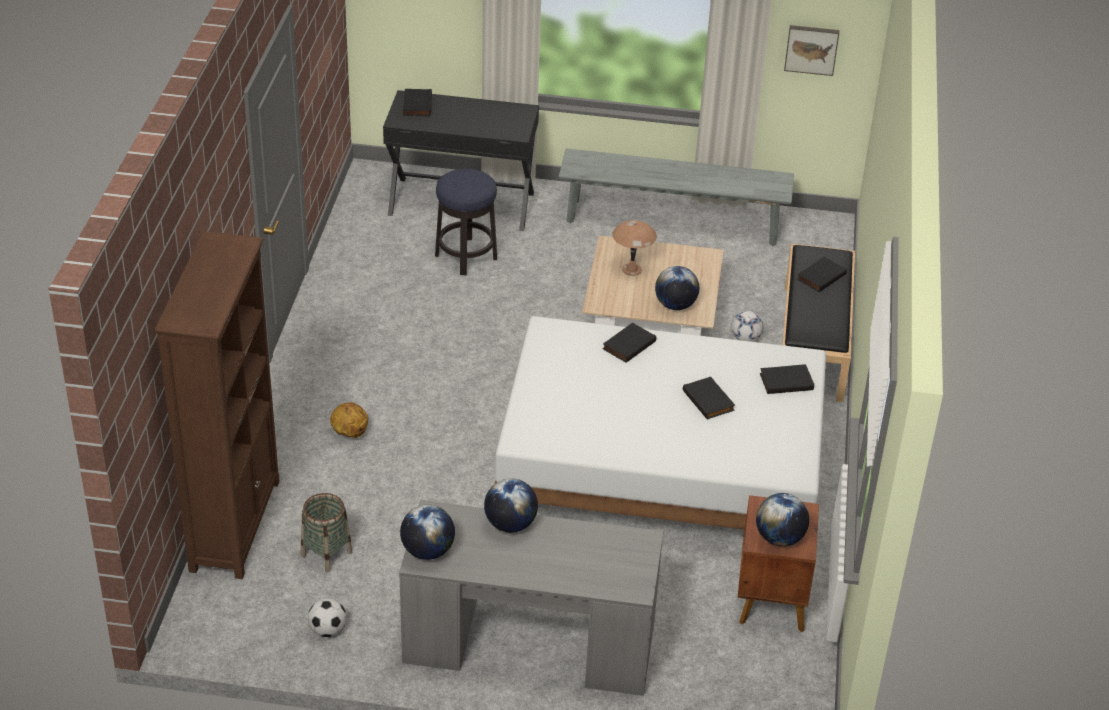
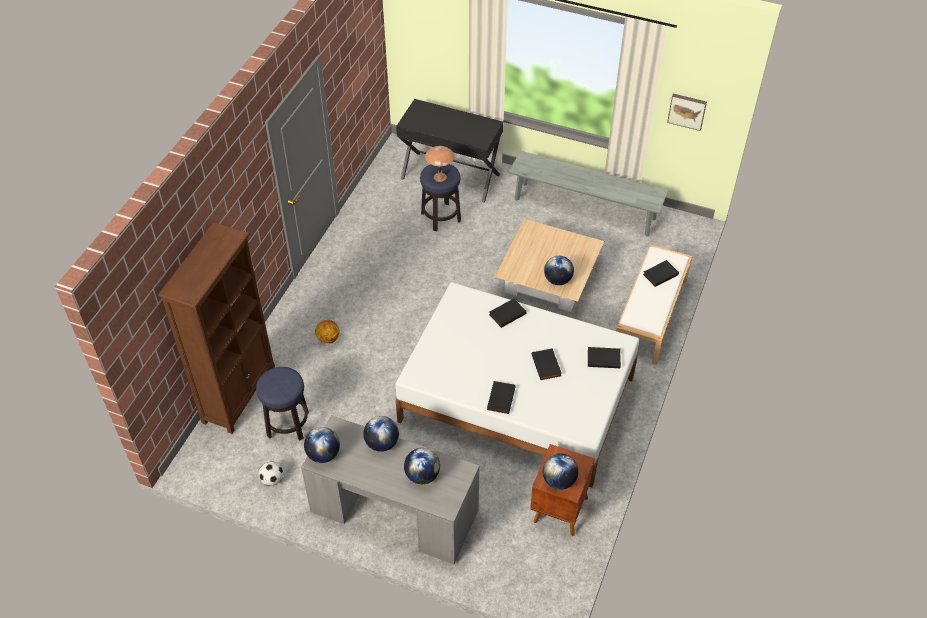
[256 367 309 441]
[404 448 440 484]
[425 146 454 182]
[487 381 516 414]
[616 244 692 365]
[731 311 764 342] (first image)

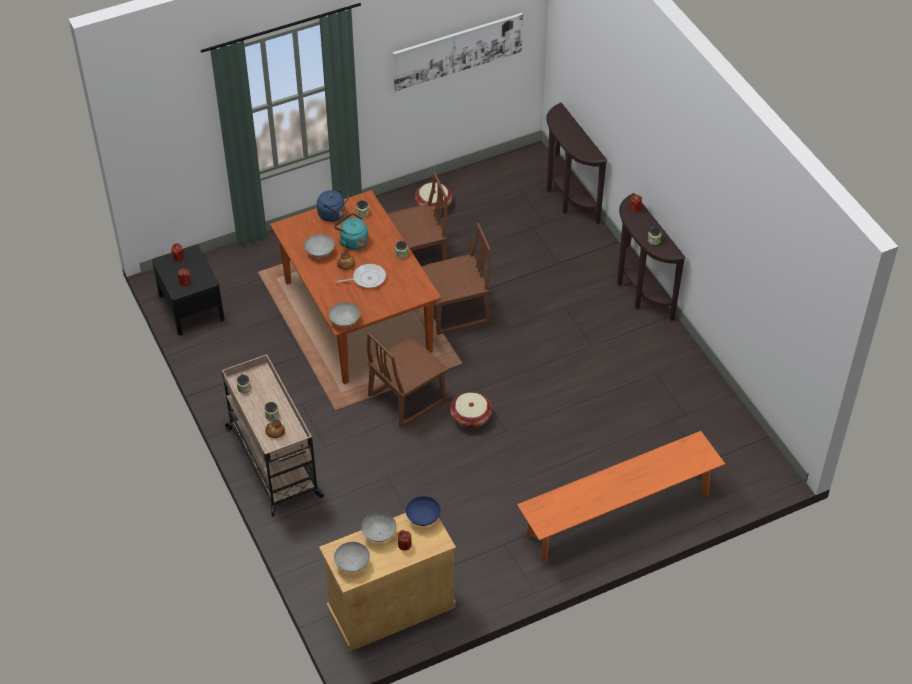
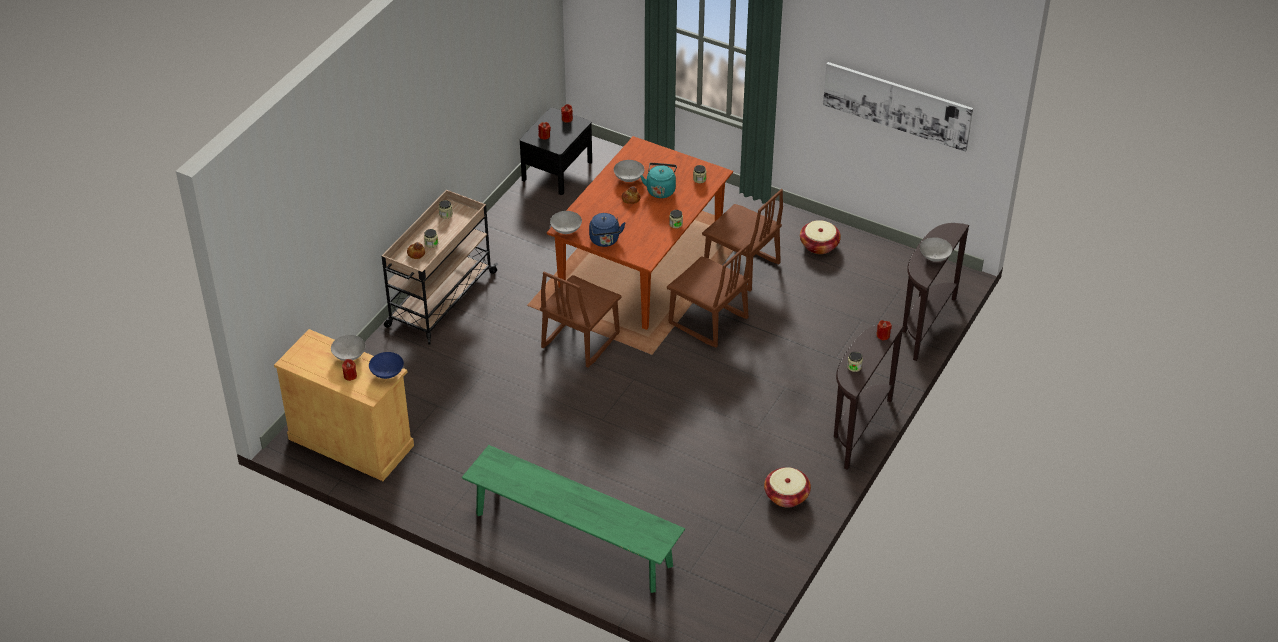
[462 445 685 593]
[540 272 622 367]
[589 213 625 247]
[764 467 811 507]
[920 237 952 262]
[335 264 386 288] (first image)

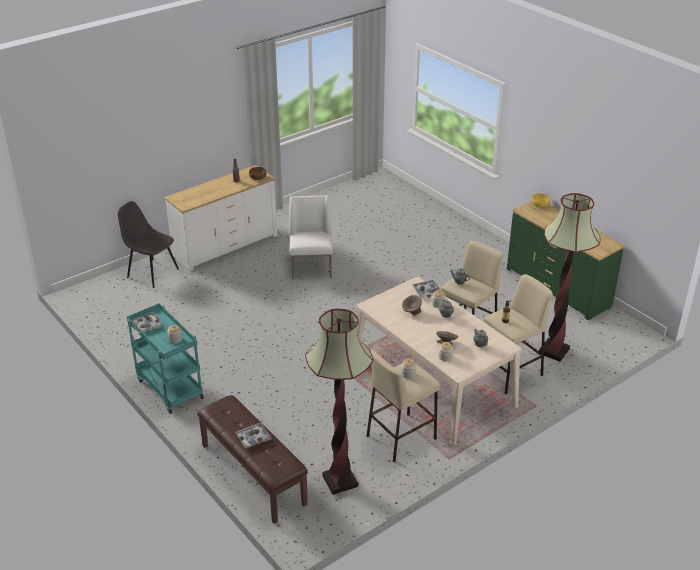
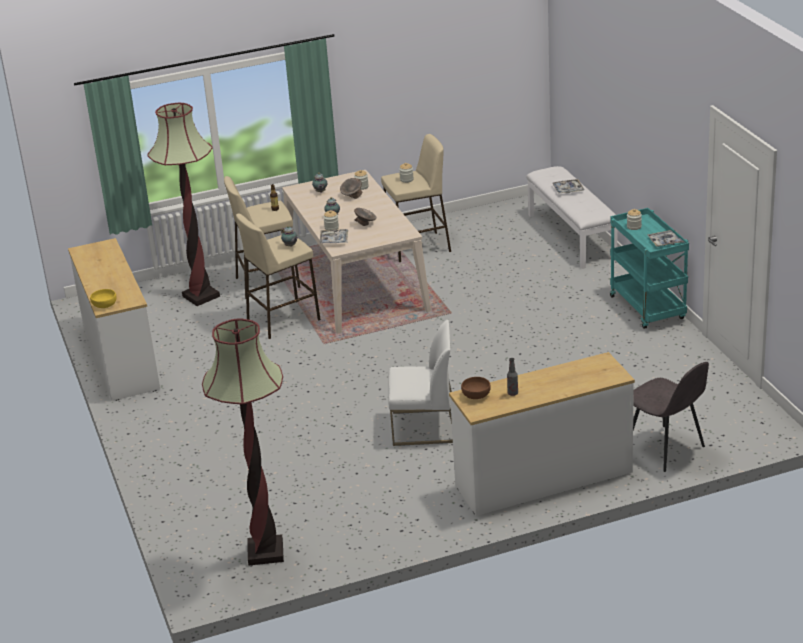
[68 238 160 401]
[202 319 284 566]
[388 319 453 446]
[526 166 617 269]

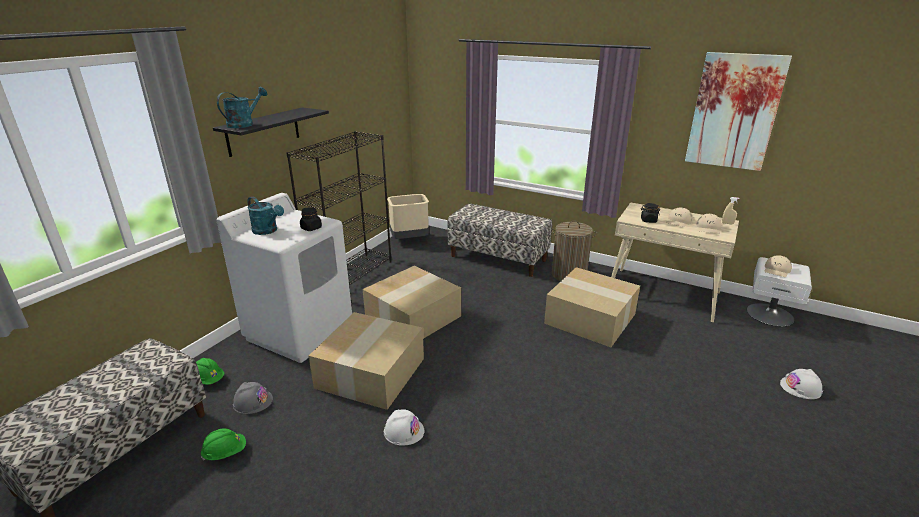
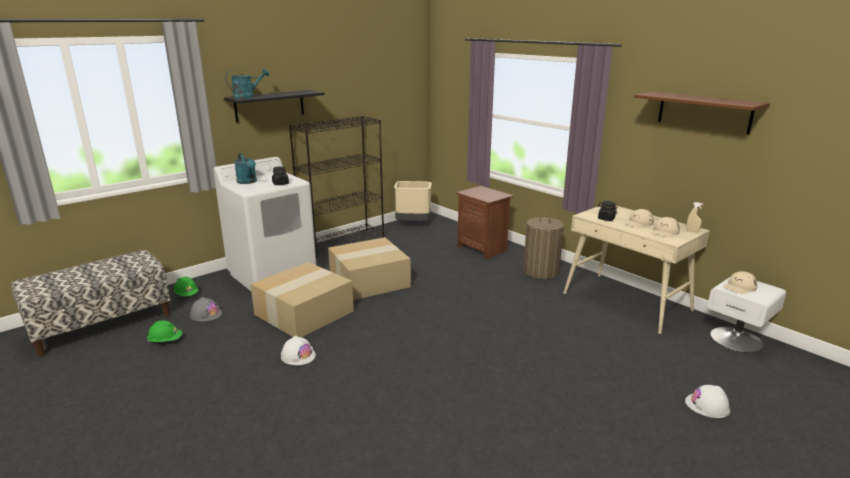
[456 186 514 259]
[634 92 770 134]
[544 267 640 347] (first image)

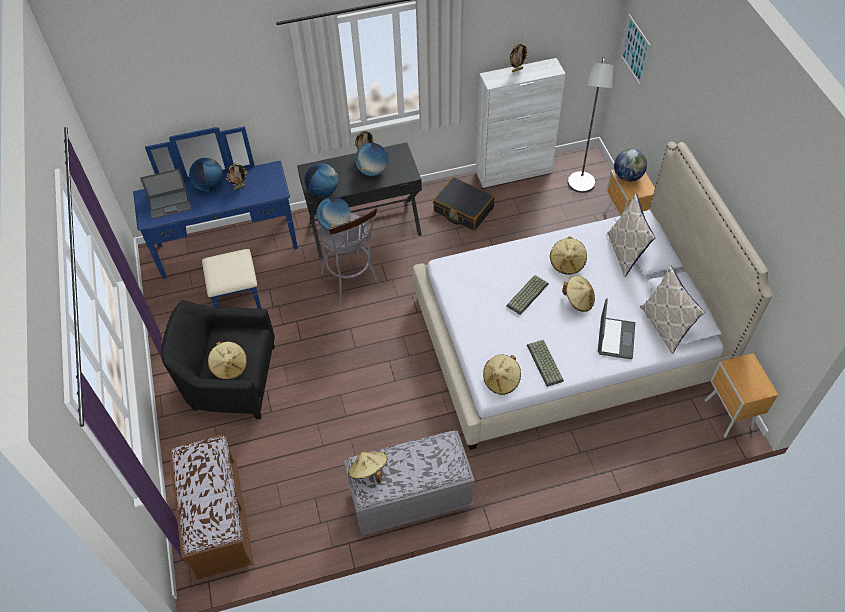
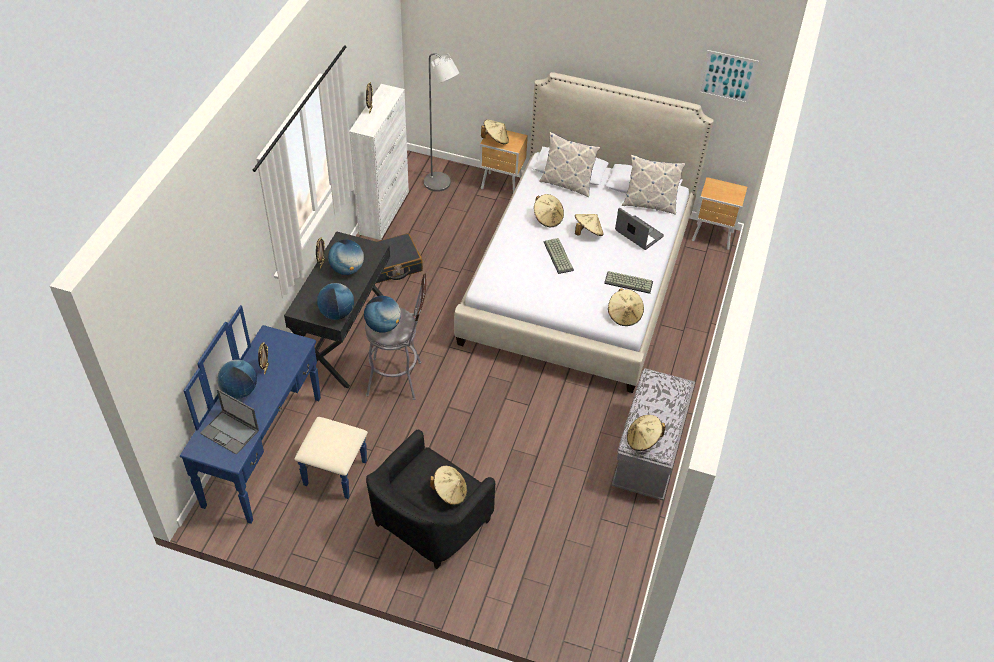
[200 389 259 455]
[481 119 509 144]
[698 50 759 104]
[169 434 253 580] (first image)

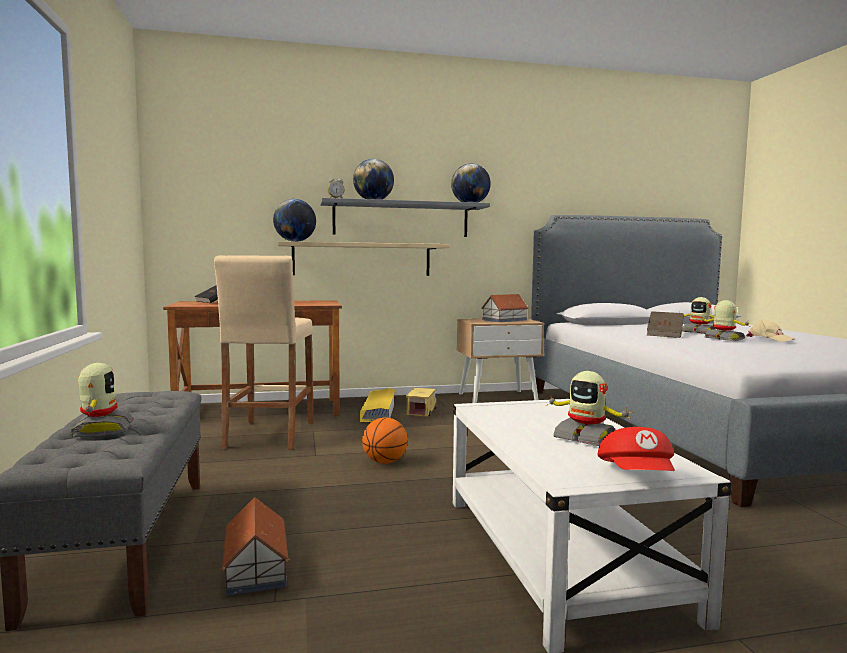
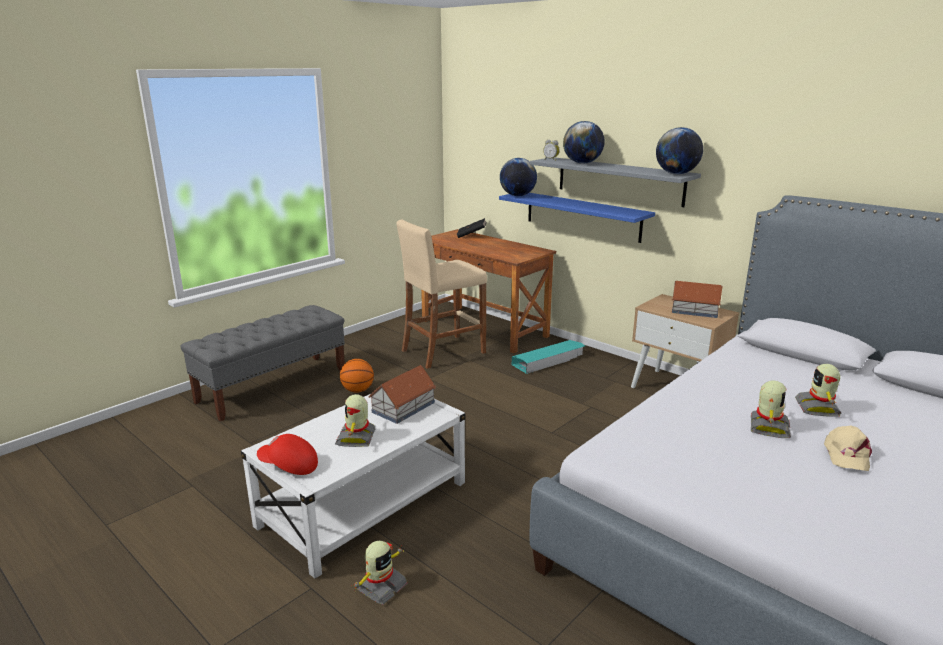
[257 434 318 475]
[340 359 374 393]
[353 541 408 605]
[369 365 436 424]
[499 193 655 243]
[512 340 585 374]
[406 388 437 416] (first image)
[647 311 684 338] (first image)

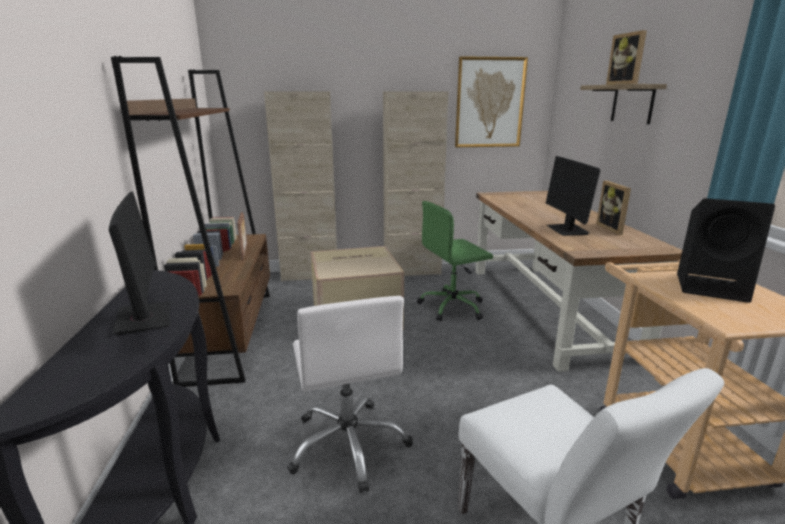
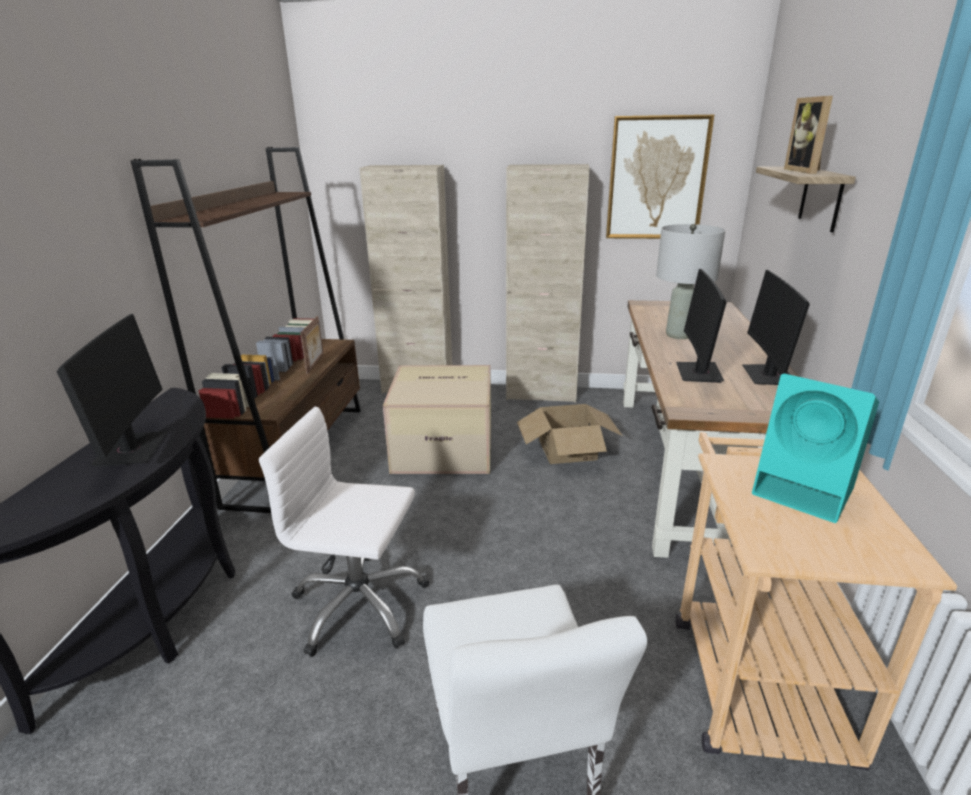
[259 407 430 657]
[517 404 623 464]
[656 224 725 339]
[742 270 810 385]
[752 374 879 523]

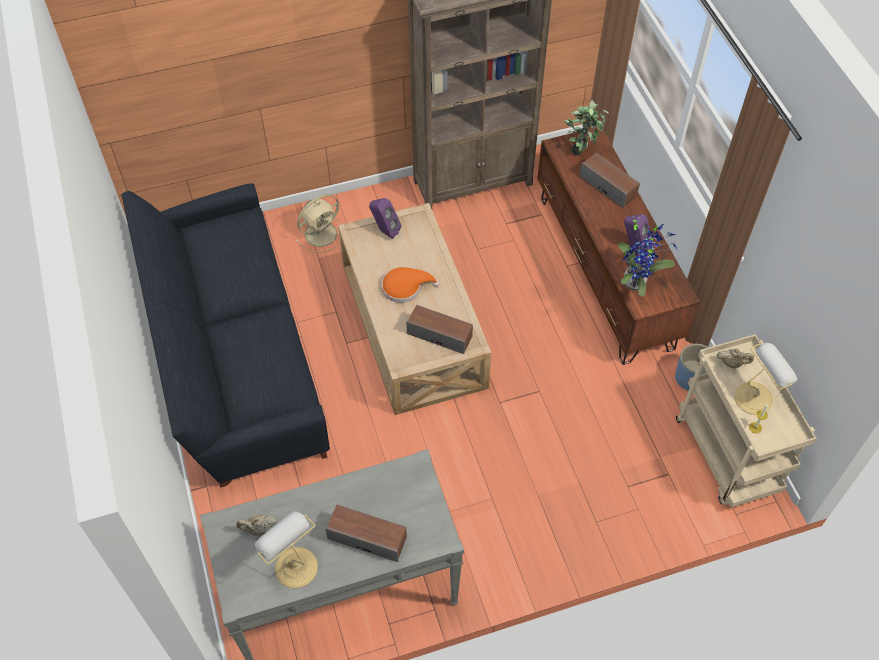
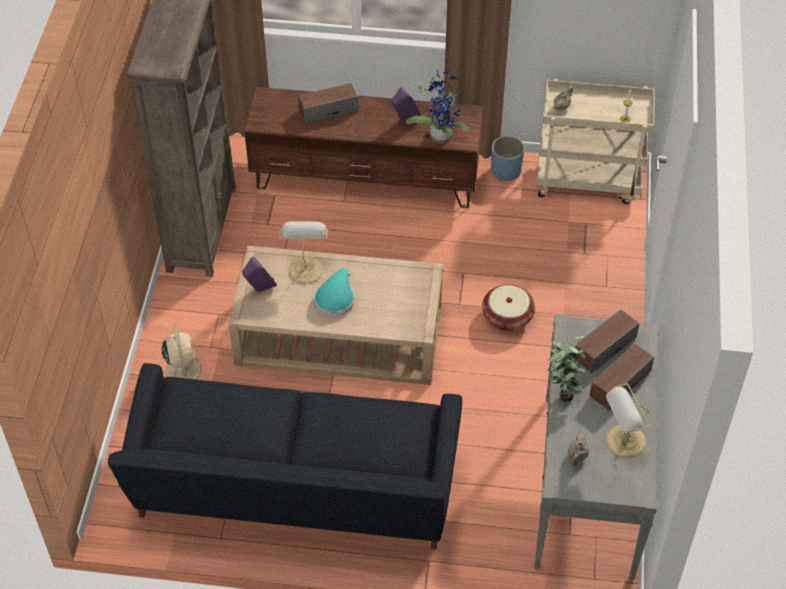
[279 221 328 284]
[315 268 354 316]
[482 285 535 331]
[547 336 587 402]
[575 309 640 373]

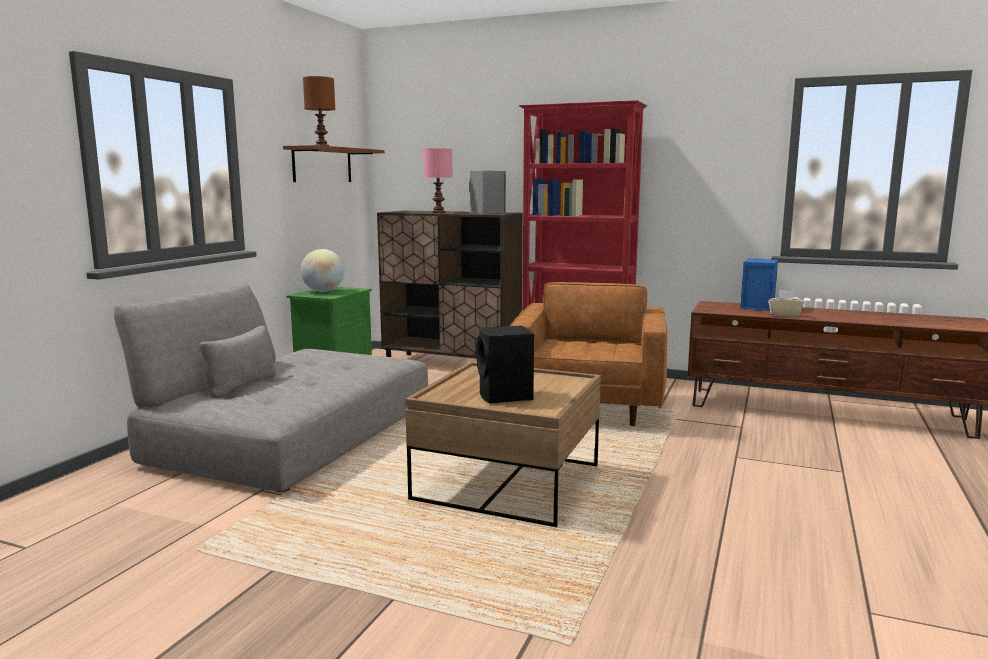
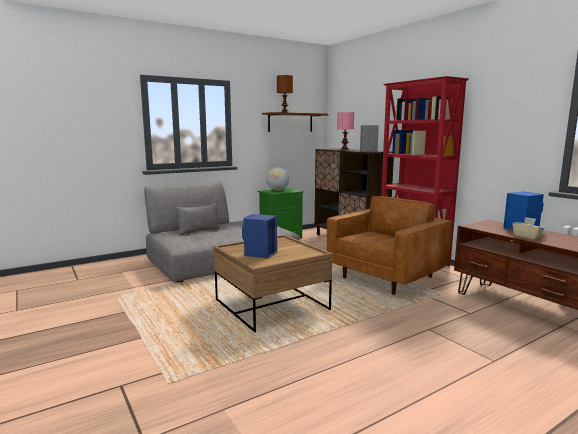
[242 214 277 259]

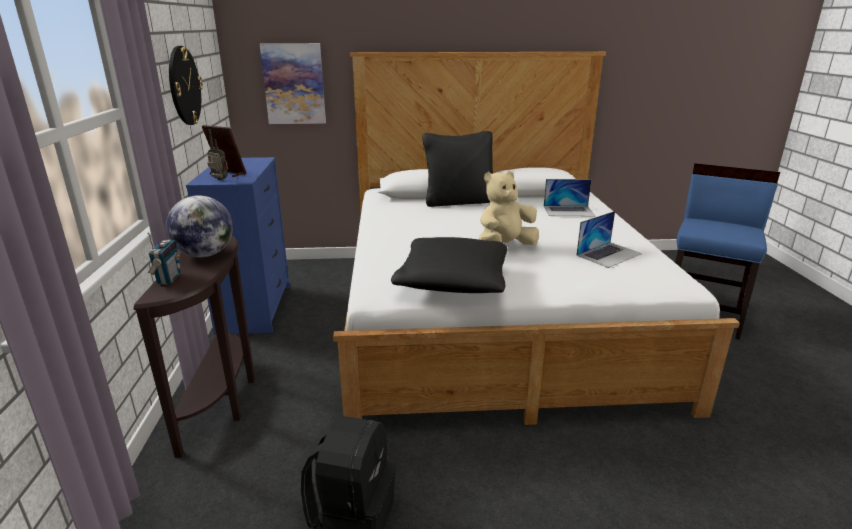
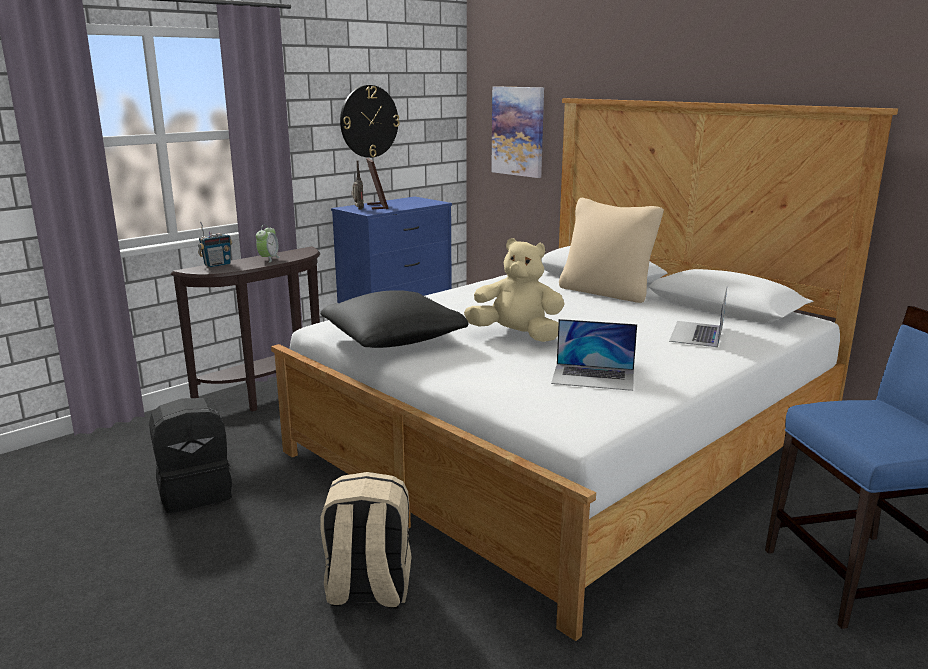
[256 224 280 262]
[320 472 412 609]
[559 198 664 303]
[669 288 727 347]

